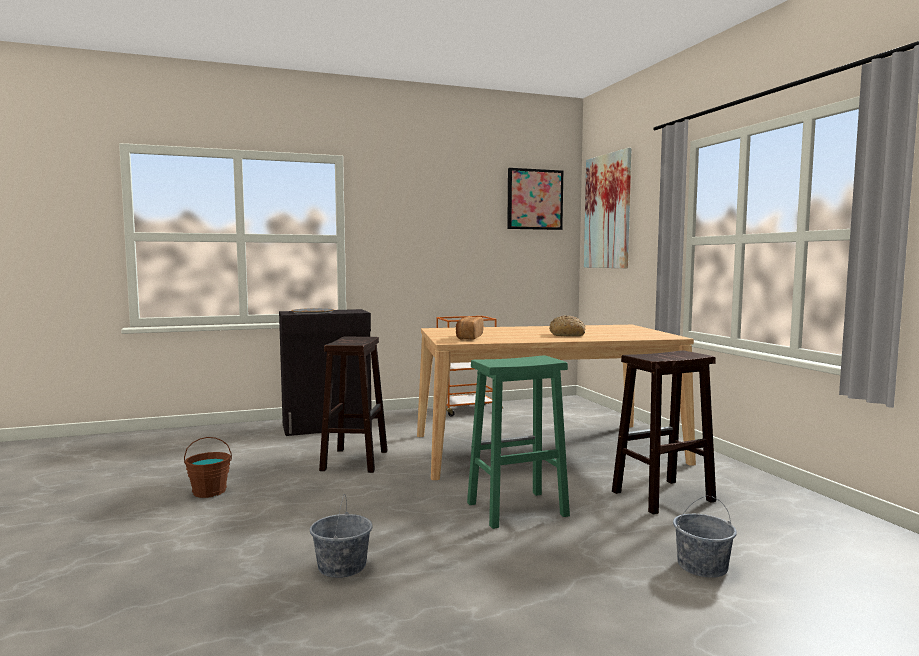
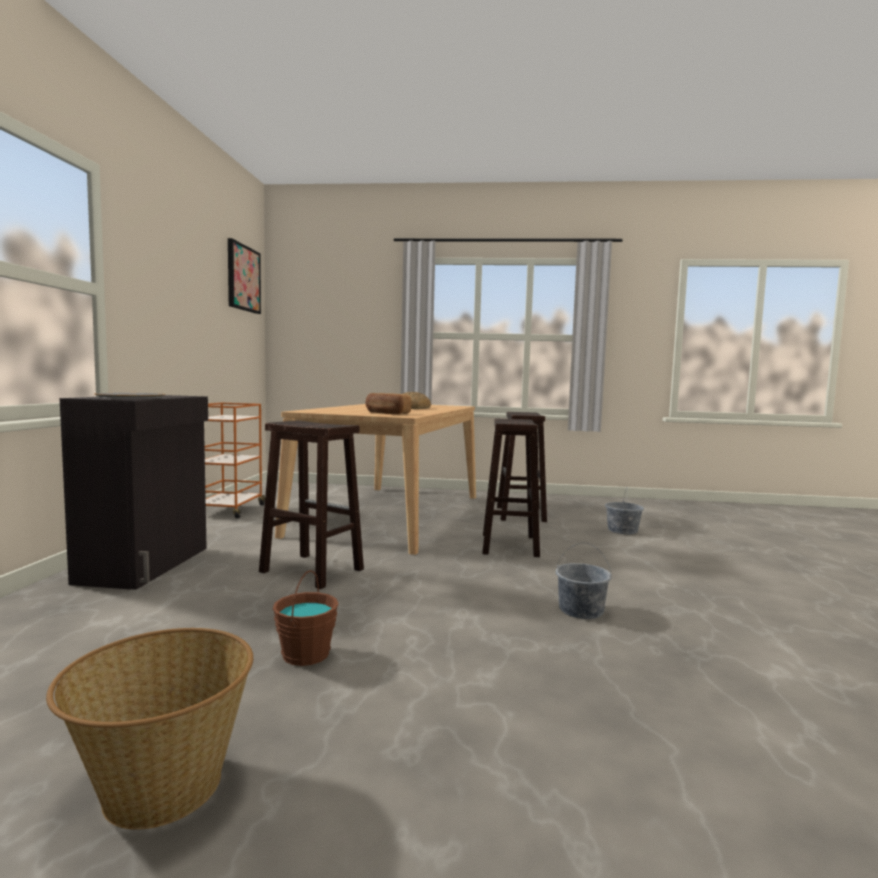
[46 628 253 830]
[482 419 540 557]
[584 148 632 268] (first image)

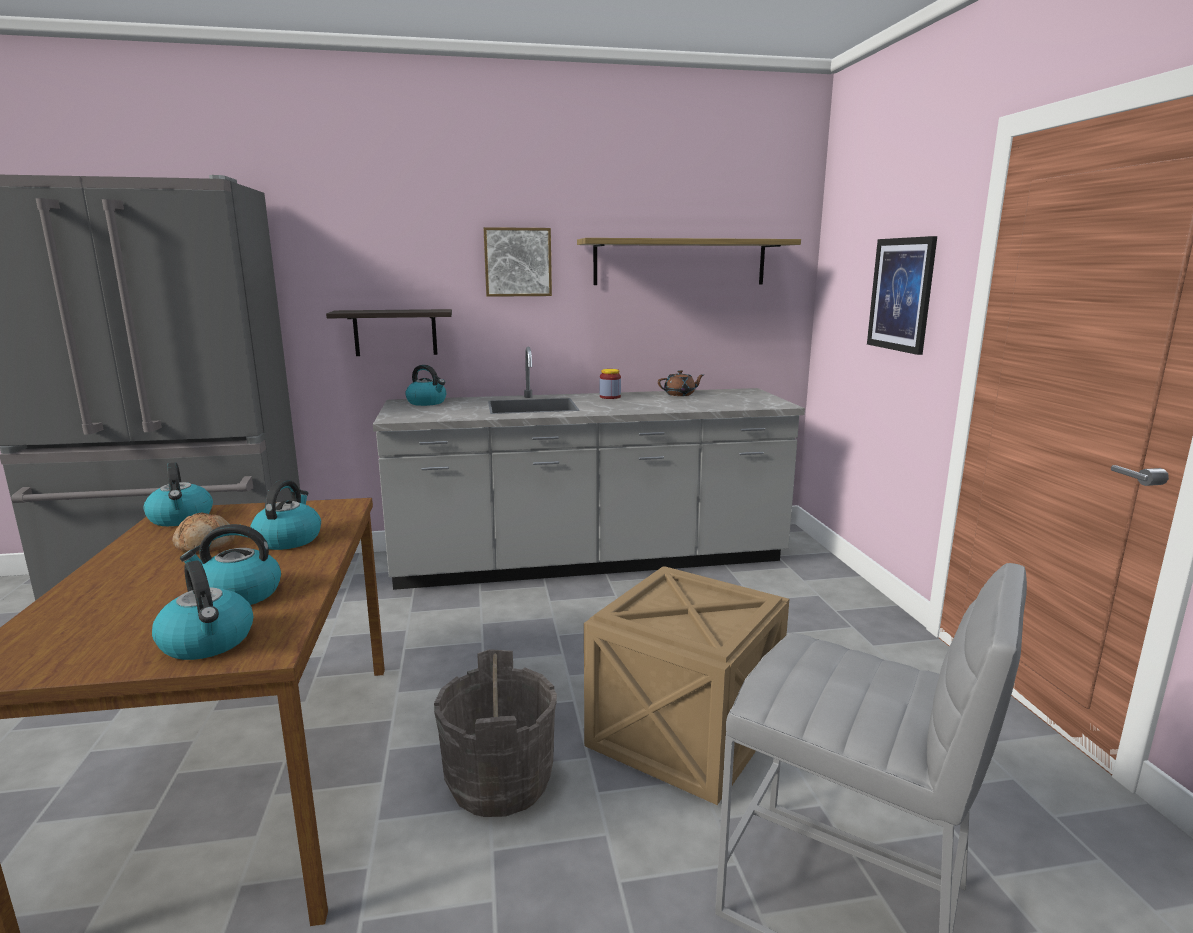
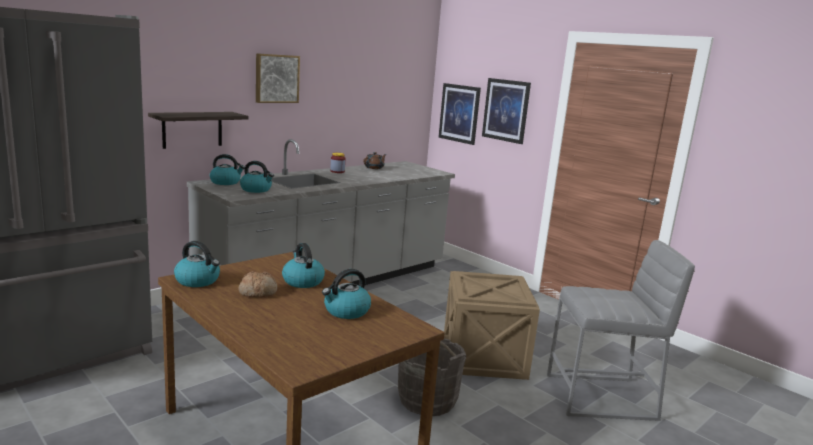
[240 161 274 193]
[438 83 481 145]
[577 238 801 285] (first image)

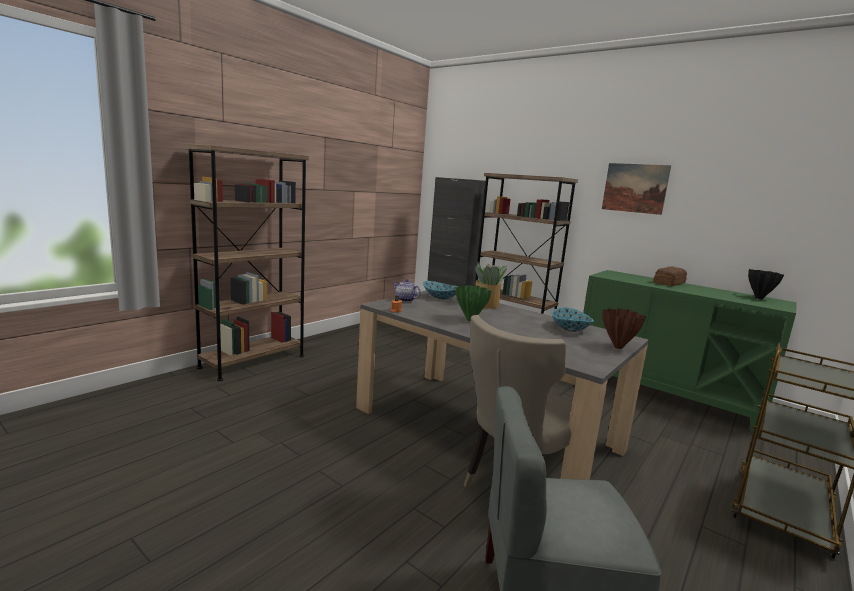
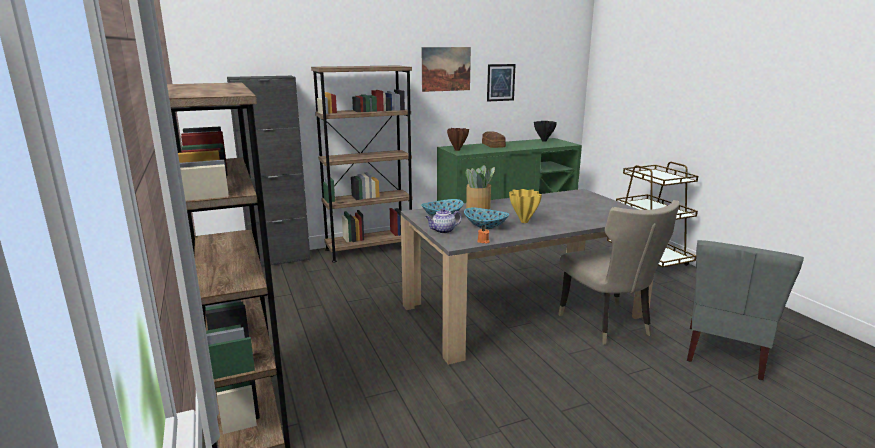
[447 128 469 151]
[464 208 509 229]
[487 64 516 102]
[509 189 542 223]

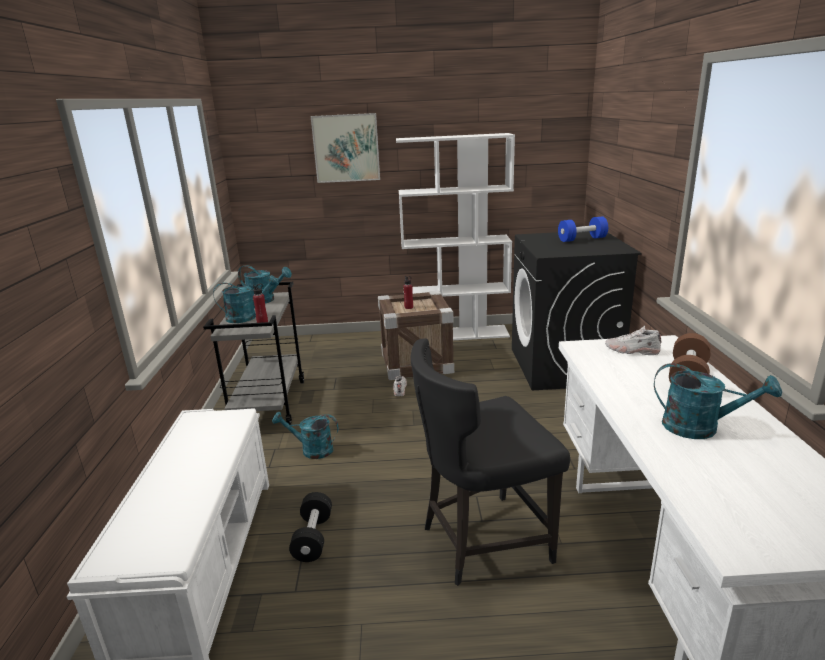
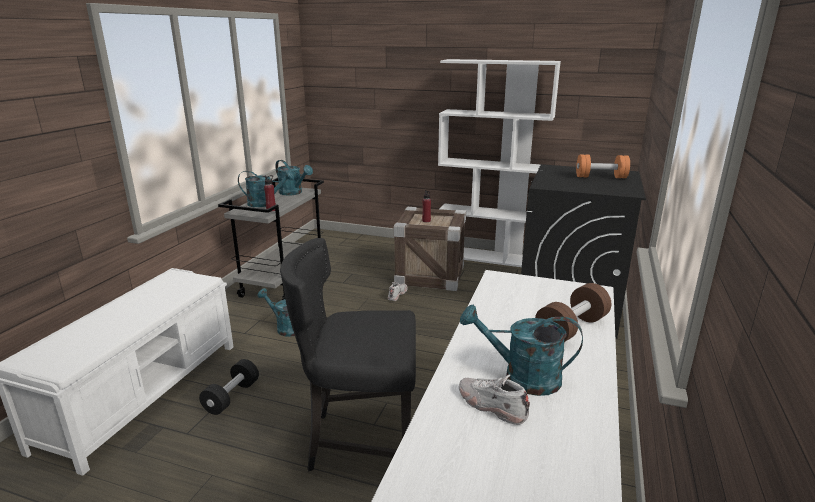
[459 374 530 425]
[460 304 583 396]
[576 155 630 178]
[311 113 380 183] (first image)

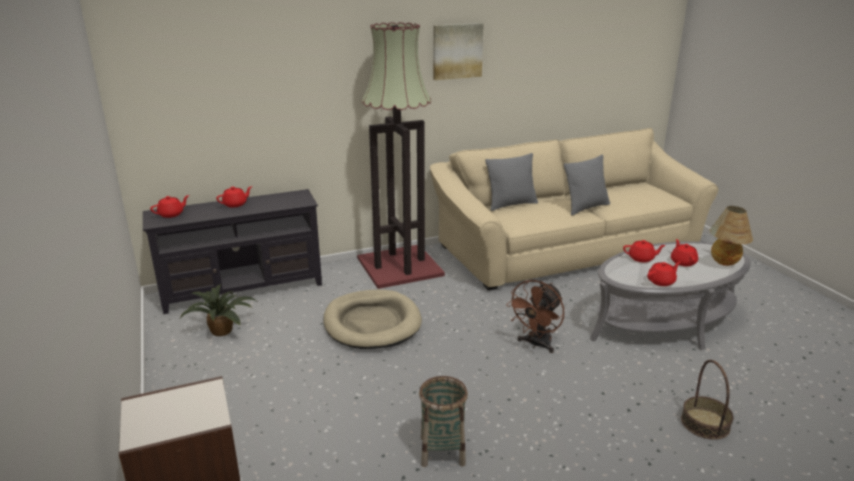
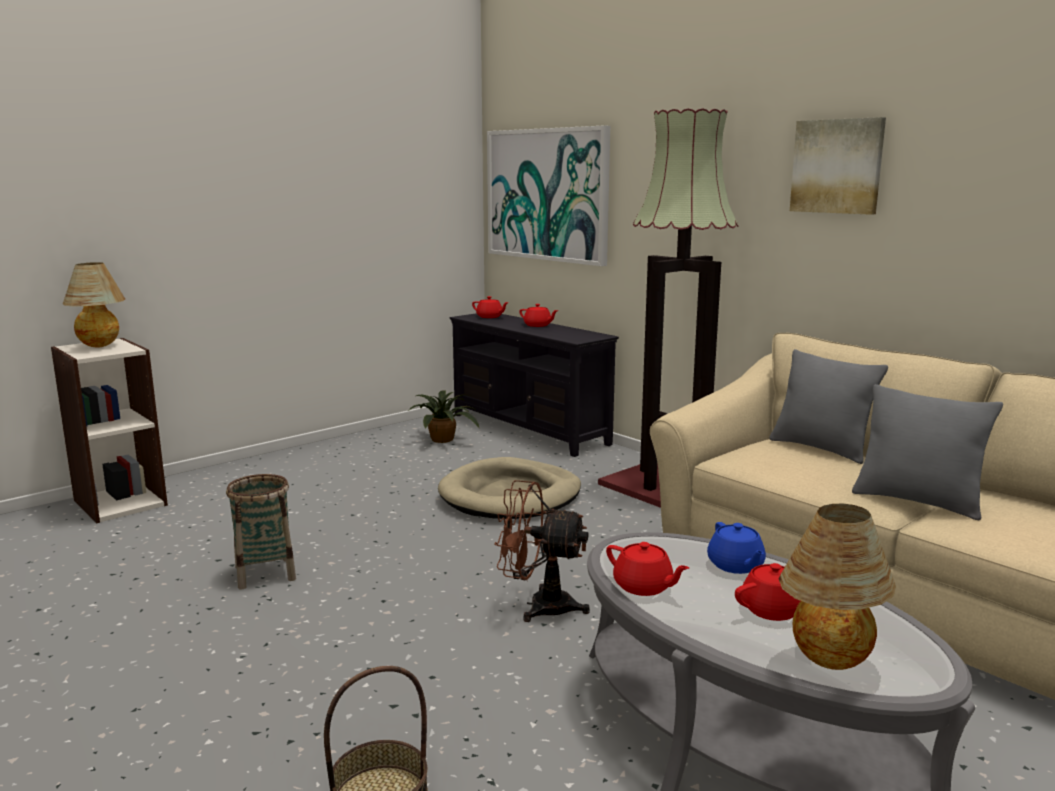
[63 262 125 348]
[487 125 610 266]
[707 522 766 574]

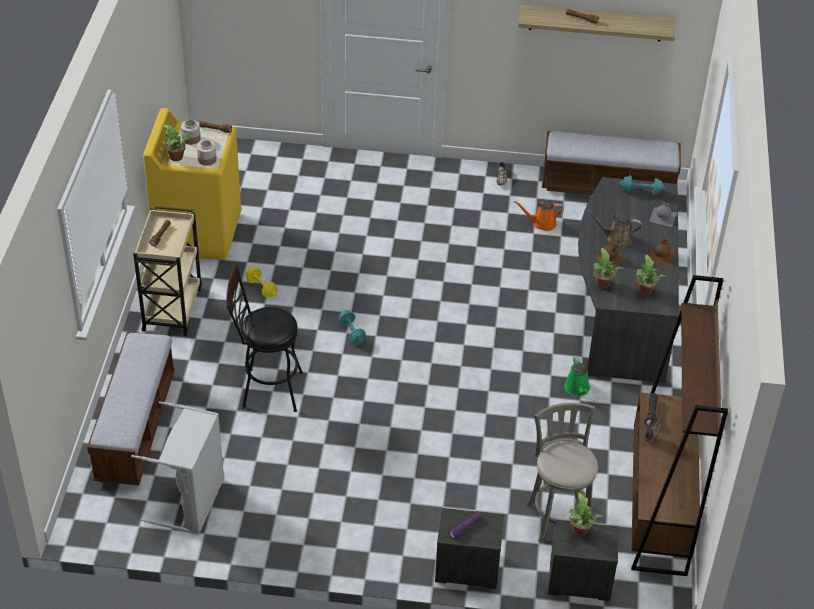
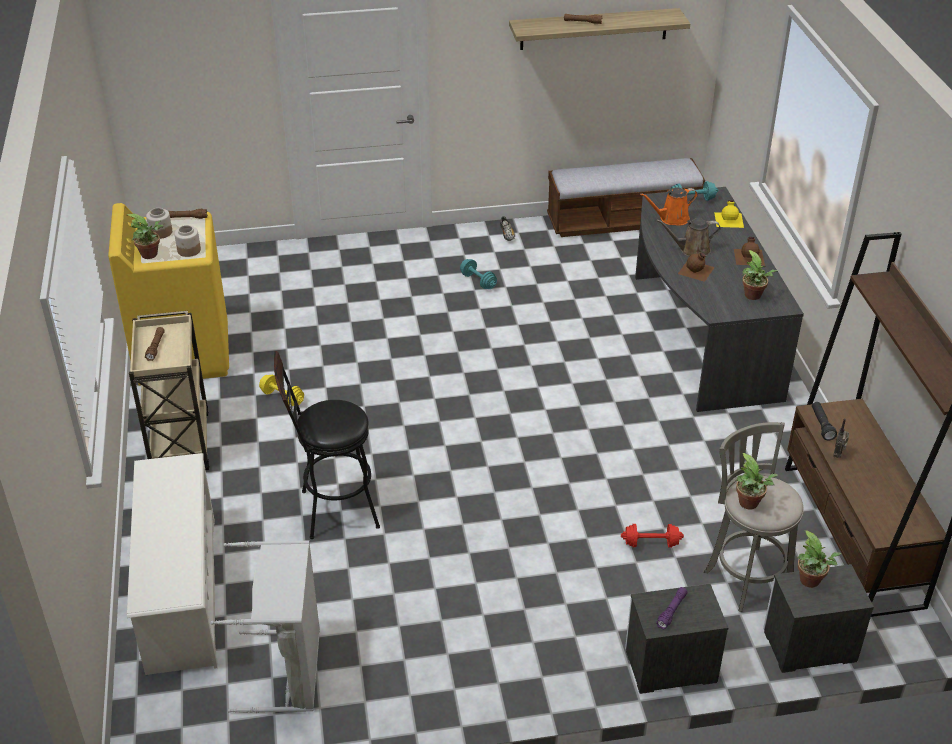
[127 453 217 675]
[460 259 497 289]
[621 524 684 548]
[640 187 698 226]
[714 200 744 228]
[735 453 778 510]
[564 357 590 397] (first image)

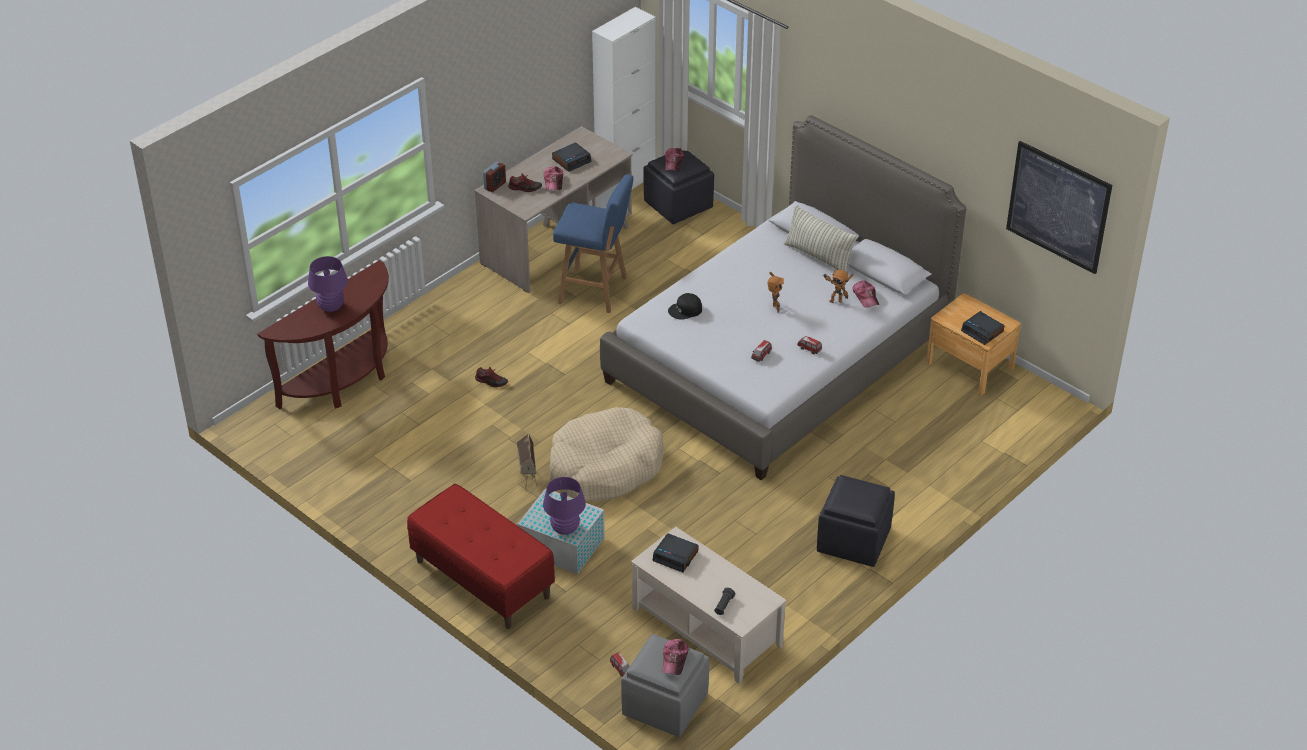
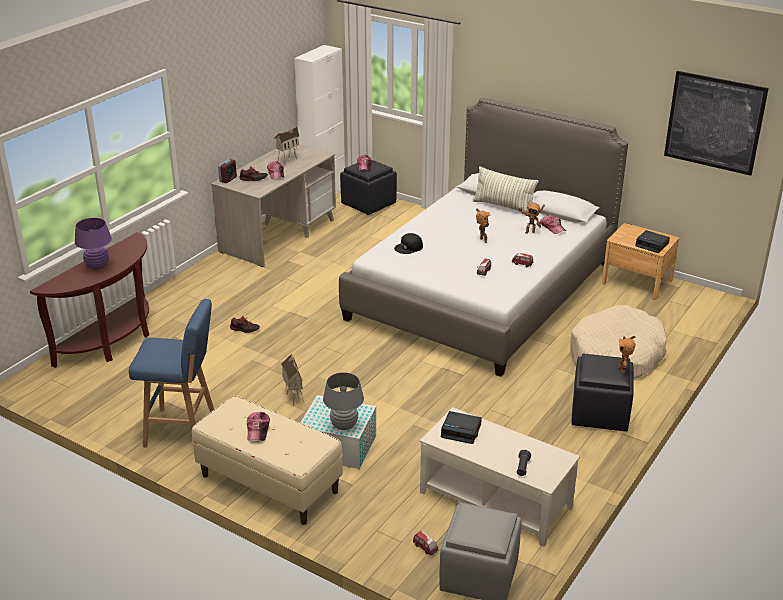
[129 299 214 447]
[192 396 343 525]
[247 412 270 441]
[274 126 299 163]
[323 372 364 430]
[570 305 667 378]
[619 336 635 373]

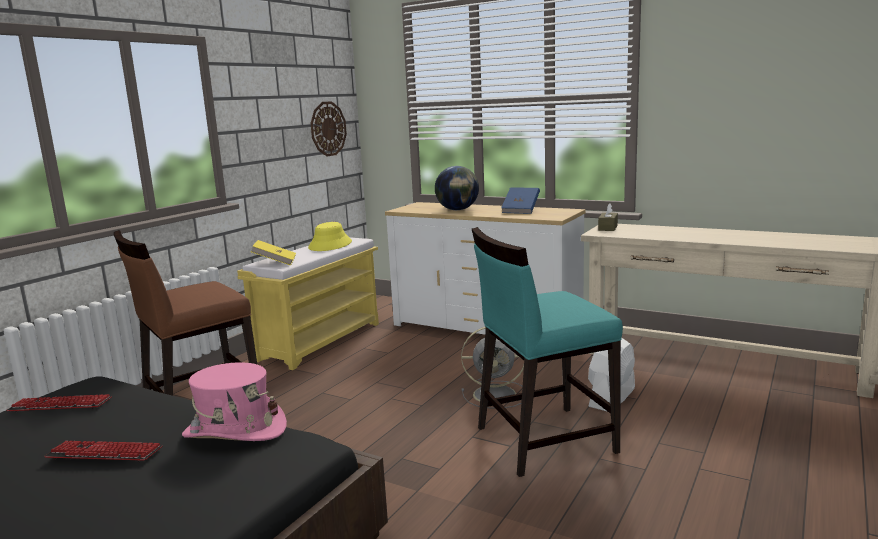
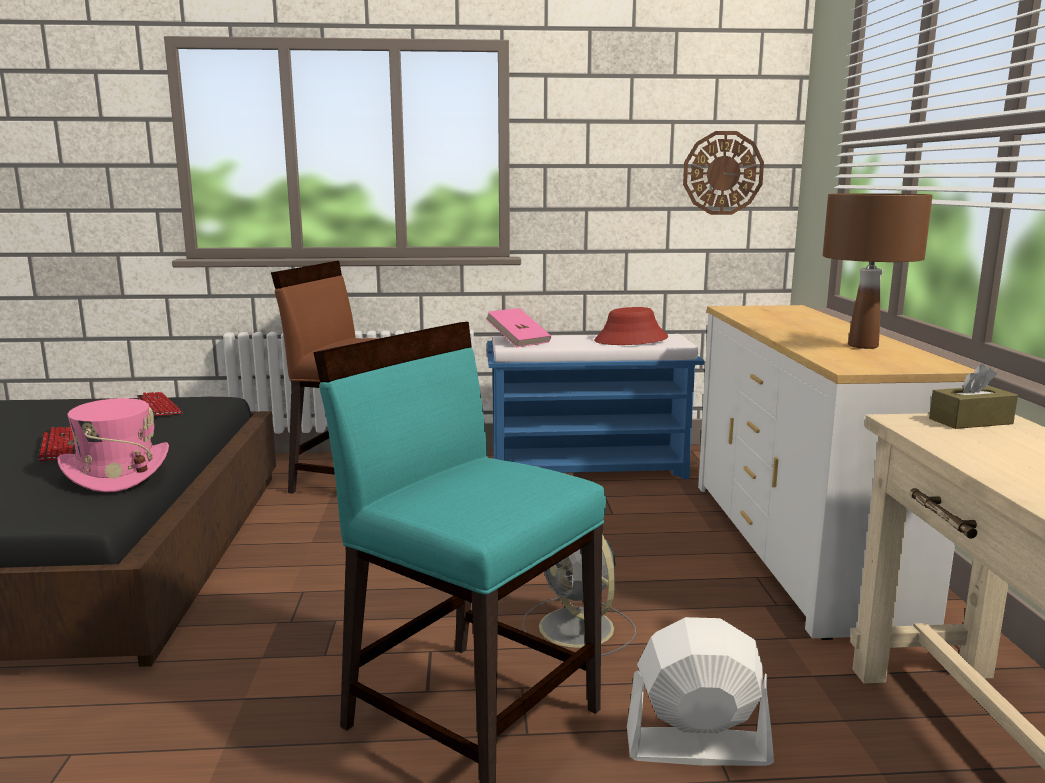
[486 308 551 347]
[487 334 704 479]
[594 307 668 345]
[823 193 933 349]
[435 166 479 210] (first image)

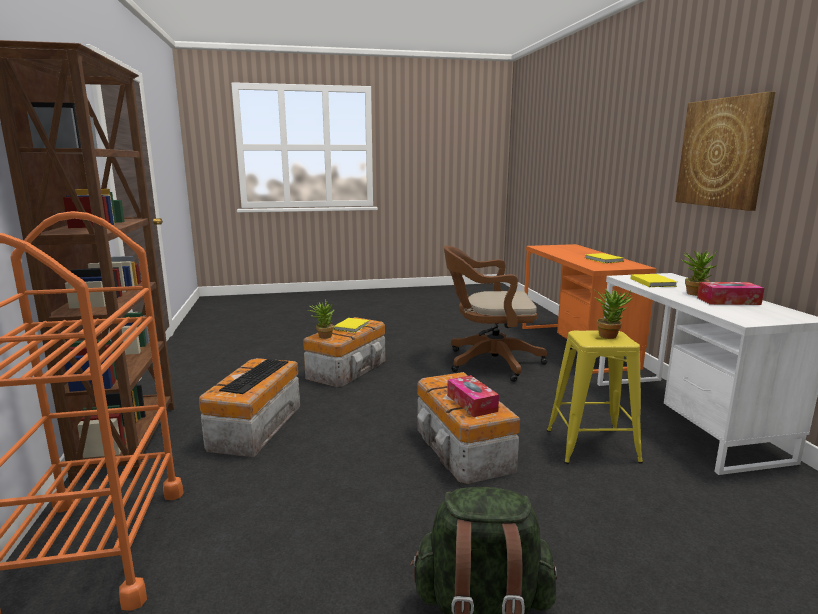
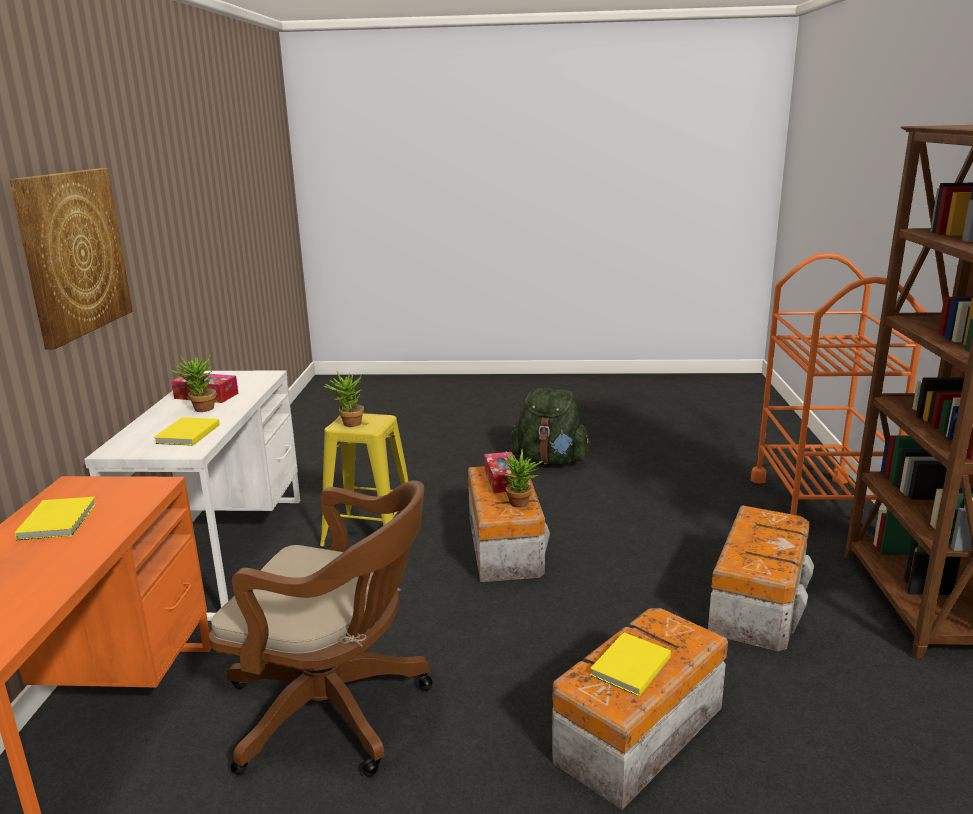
[502 449 543 507]
[219 359 288 394] (first image)

